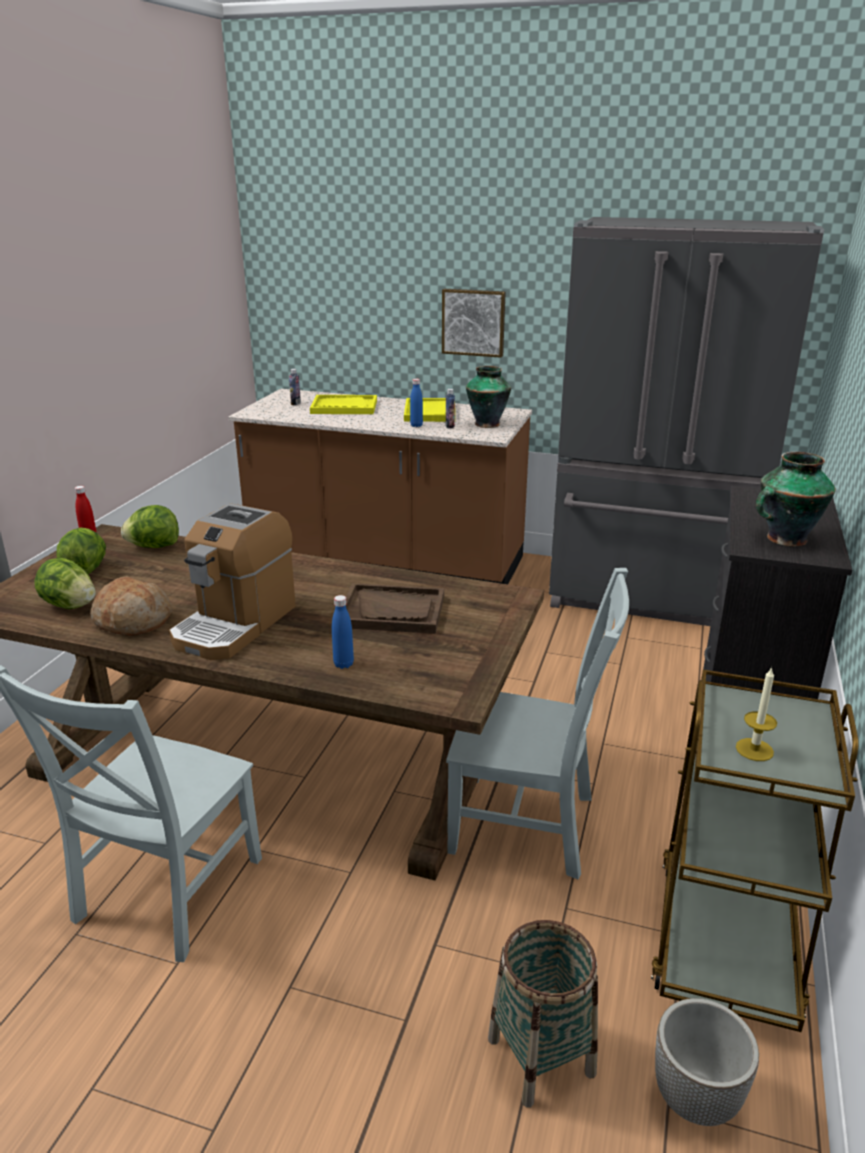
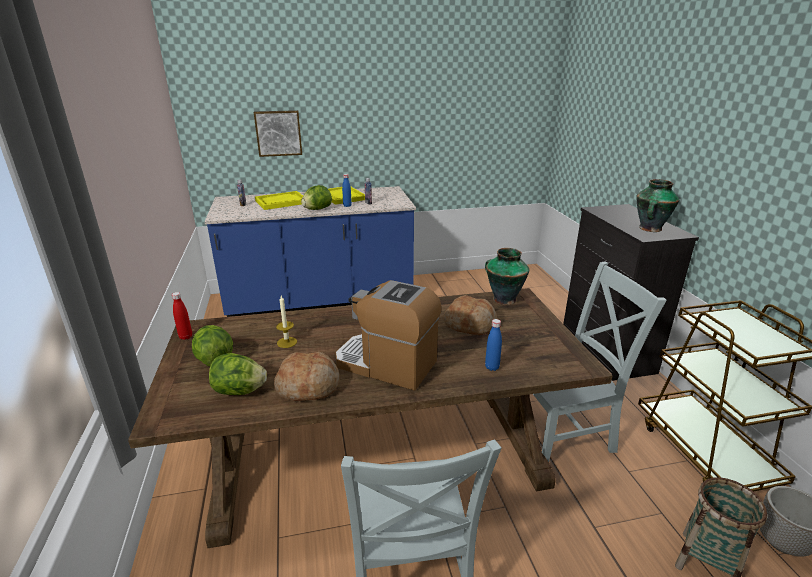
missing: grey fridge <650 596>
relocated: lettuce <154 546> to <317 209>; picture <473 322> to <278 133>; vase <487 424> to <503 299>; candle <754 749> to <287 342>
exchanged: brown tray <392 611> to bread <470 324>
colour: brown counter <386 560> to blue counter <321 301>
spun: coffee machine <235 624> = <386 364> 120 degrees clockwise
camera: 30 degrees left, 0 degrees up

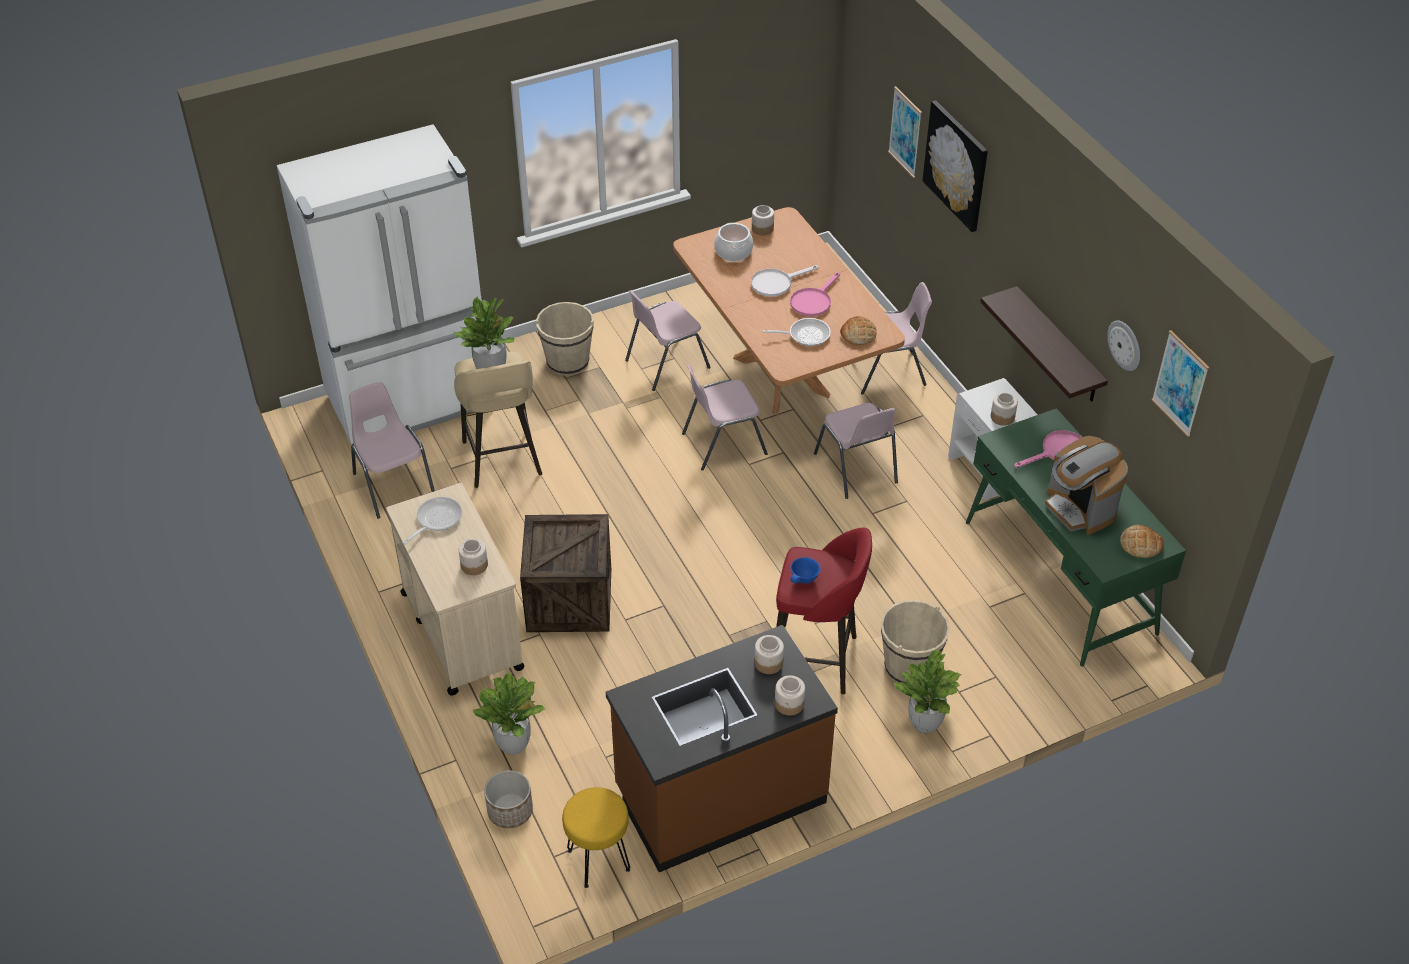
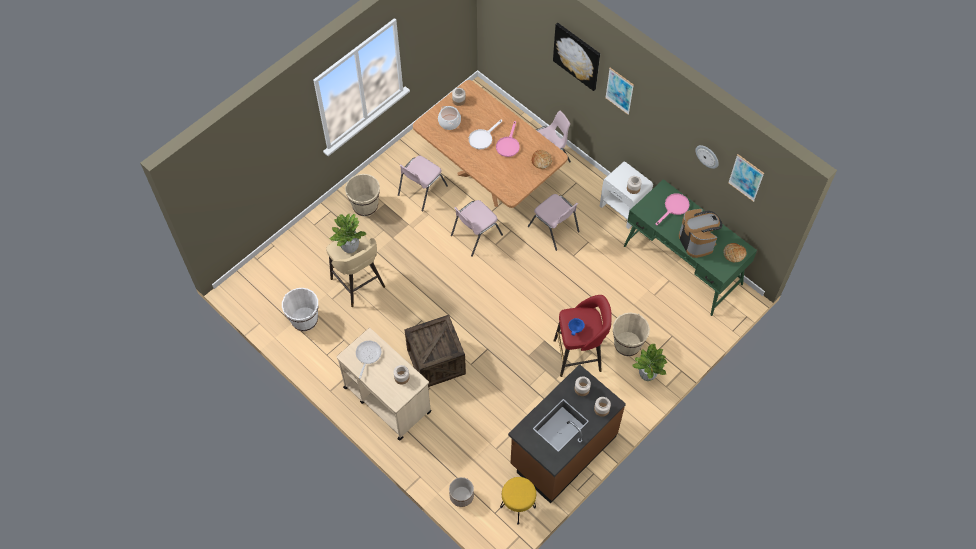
missing: white fridge <412 405>; potted plant <514 745>; frying pan <805 335>; shelf <1058 346>
relocated: picture <905 132> to <619 91>
exchanged: pink chair <393 484> to white bucket <304 319>
spun: coffee machine <1079 509> = <697 241> 150 degrees counterclockwise
camera: 20 degrees left, 15 degrees up

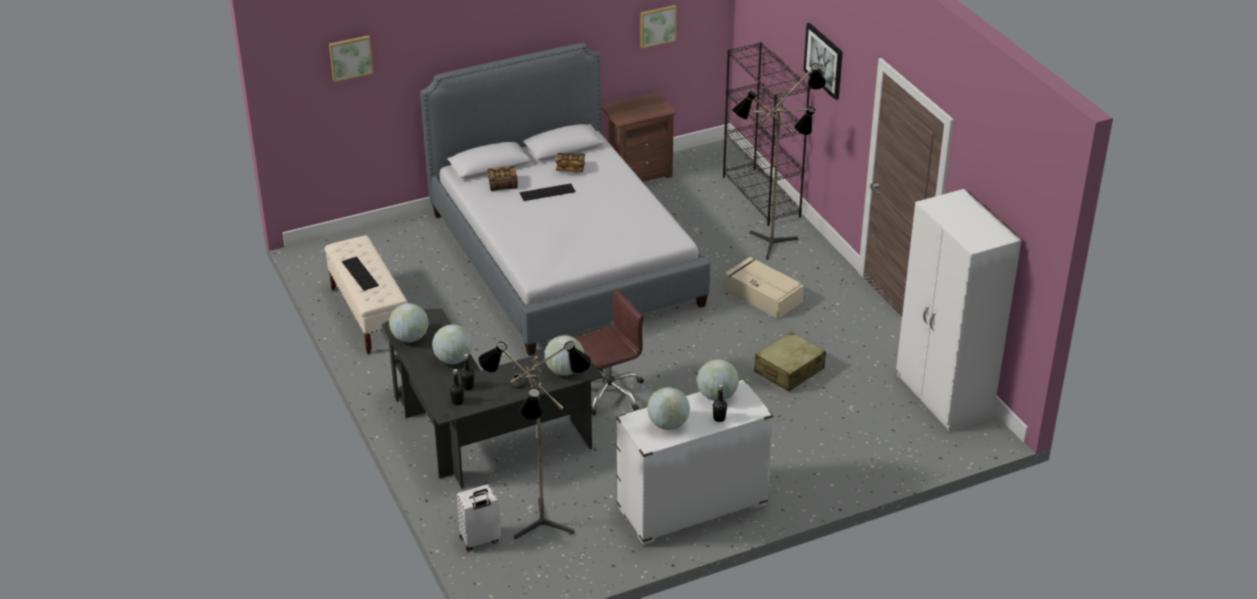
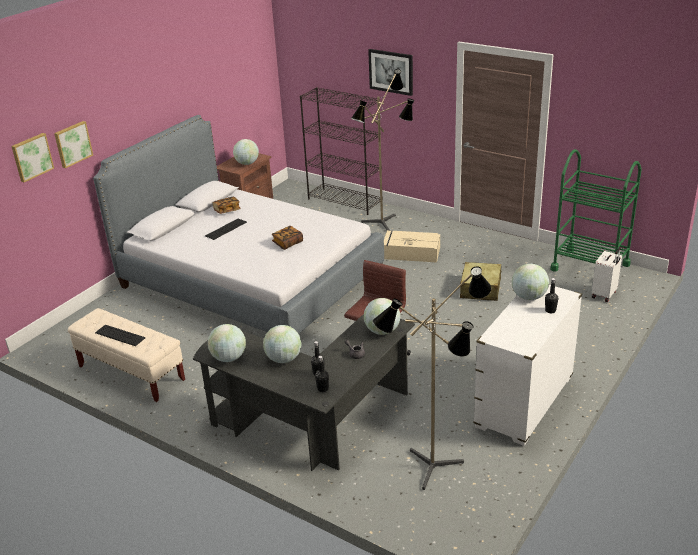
relocated: white suitcase <480 540> to <605 295>; book <503 185> to <288 243>; picture <657 25> to <72 144>; globe <668 424> to <247 163>
exchanged: white wardrobe <943 398> to green cart <590 267>
camera: 30 degrees left, 5 degrees down

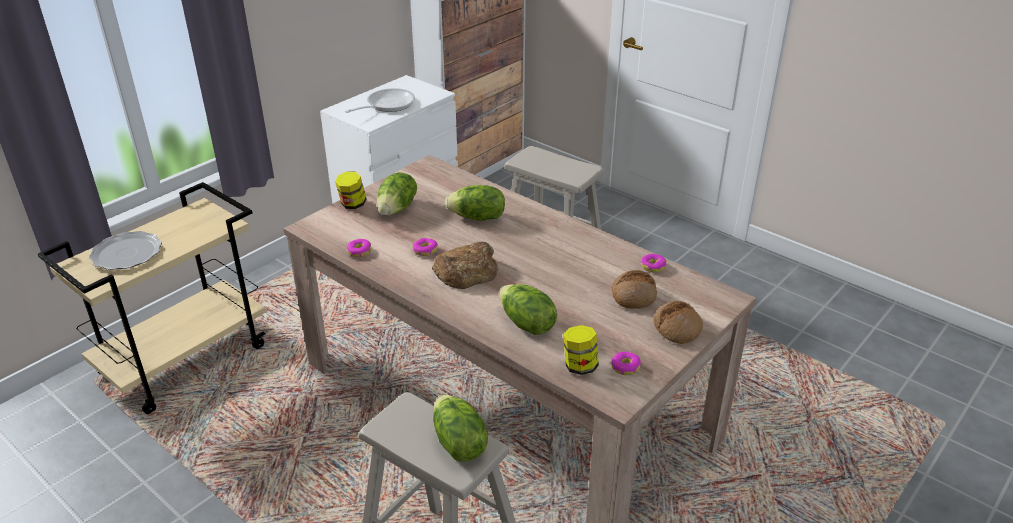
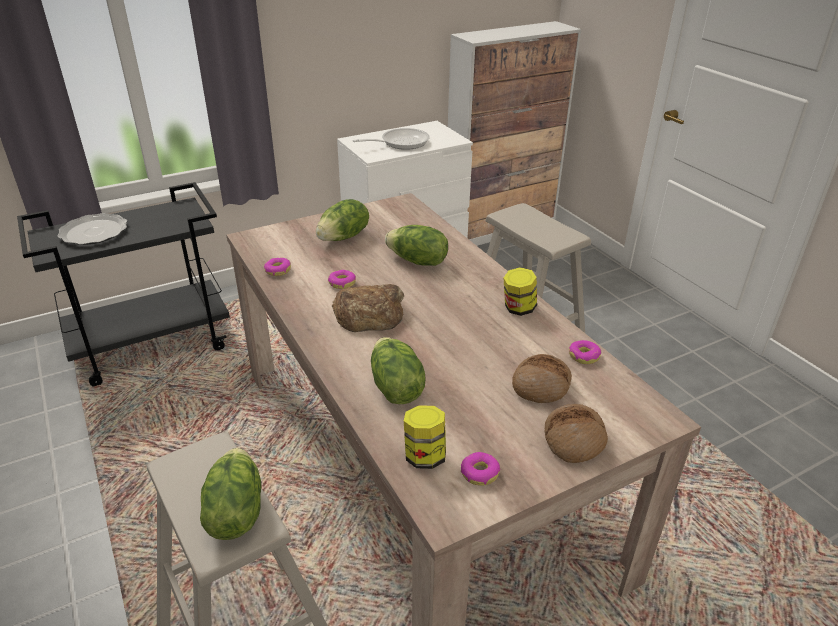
relocated: jar <352 204> to <518 309>
colour: beige cart <186 360> to black cart <154 345>
camera: 20 degrees right, 0 degrees up

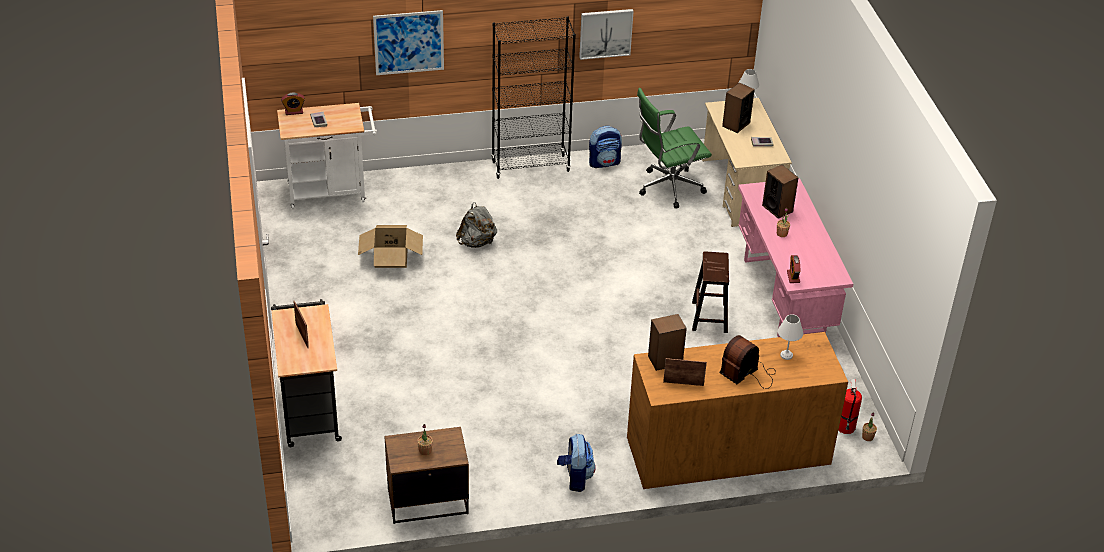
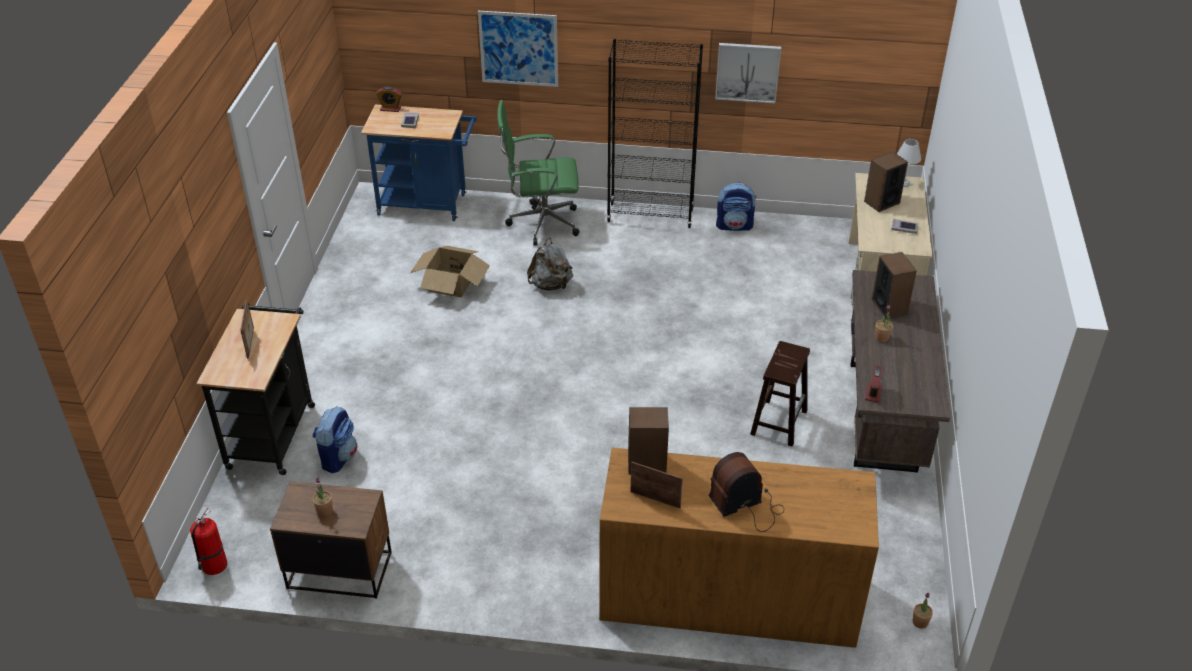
missing: white table lamp <786 355>
relocated: backpack <575 477> to <338 457>; green office chair <667 188> to <540 223>; fire extinguisher <845 427> to <213 566>
colour: white cart <332 191> to blue cart <428 205>; pink desk <784 296> to brown desk <883 416>
camera: 20 degrees right, 0 degrees up

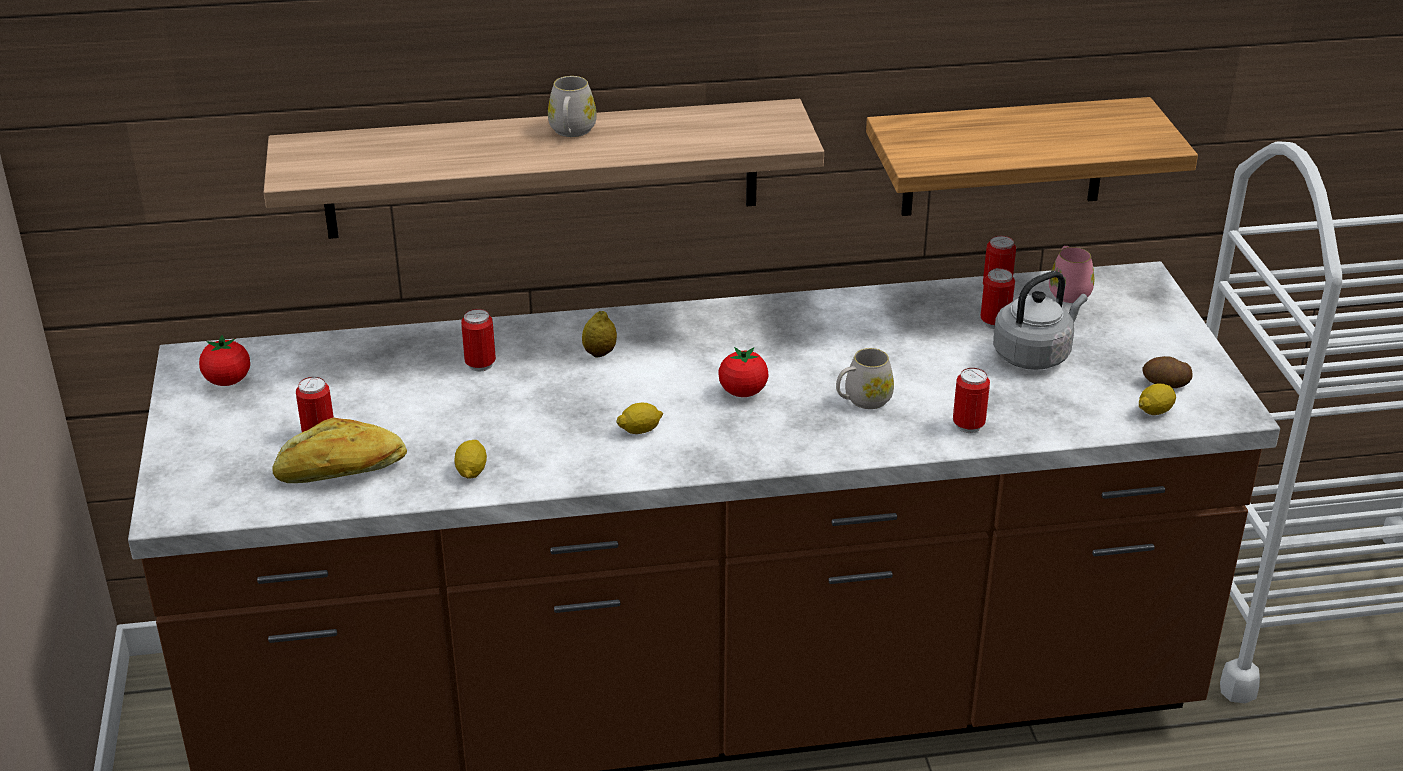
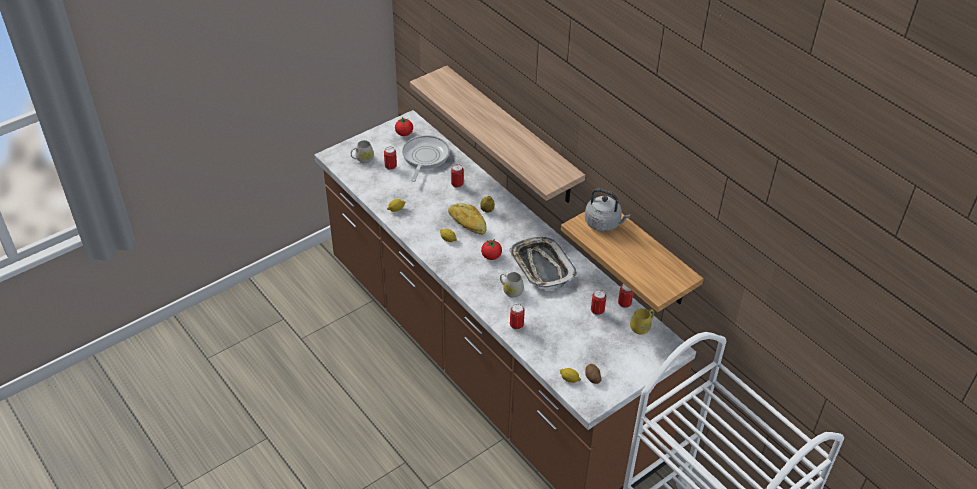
appeared: frying pan <424 157>; tray <541 266>
relocated: bread <341 471> to <467 224>; white mug <571 132> to <362 159>; grey kettle <1034 354> to <604 223>
colour: pink mug <1067 291> to yellow mug <642 327>
camera: 60 degrees right, 10 degrees up

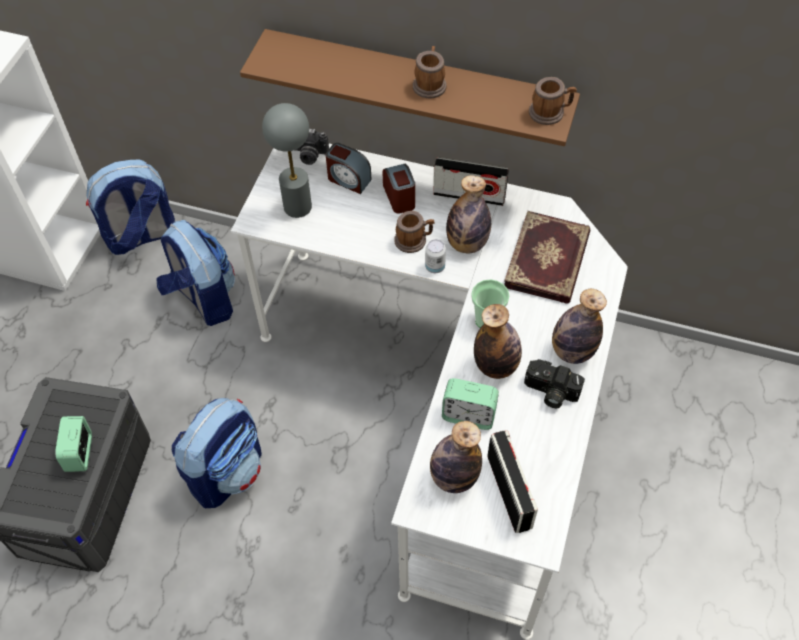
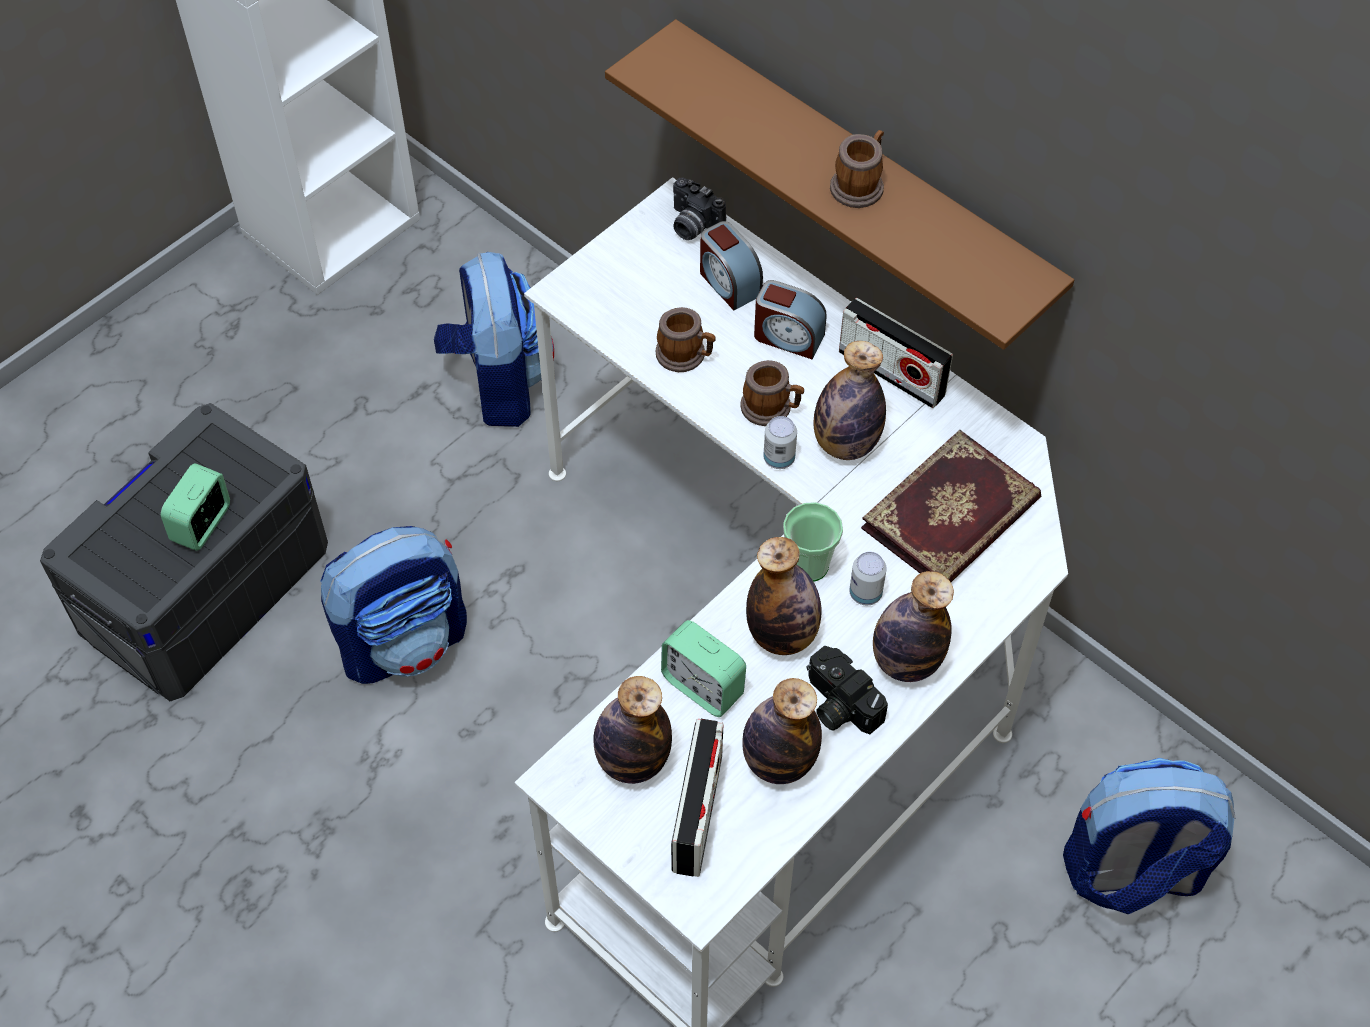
missing: grey table lamp <297 206>
appeared: bottle <779 761>; can <865 593>
relocated: backpack <140 236> to <1131 871>; mug <550 112> to <686 355>
spun: alarm clock <399 197> = <788 337> 105 degrees clockwise
camera: 25 degrees right, 0 degrees up

